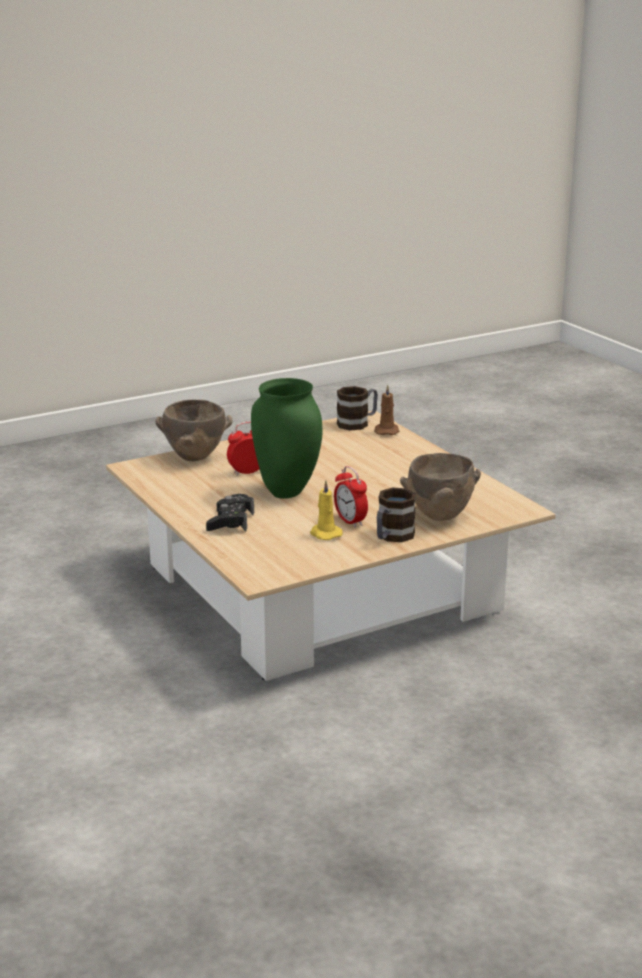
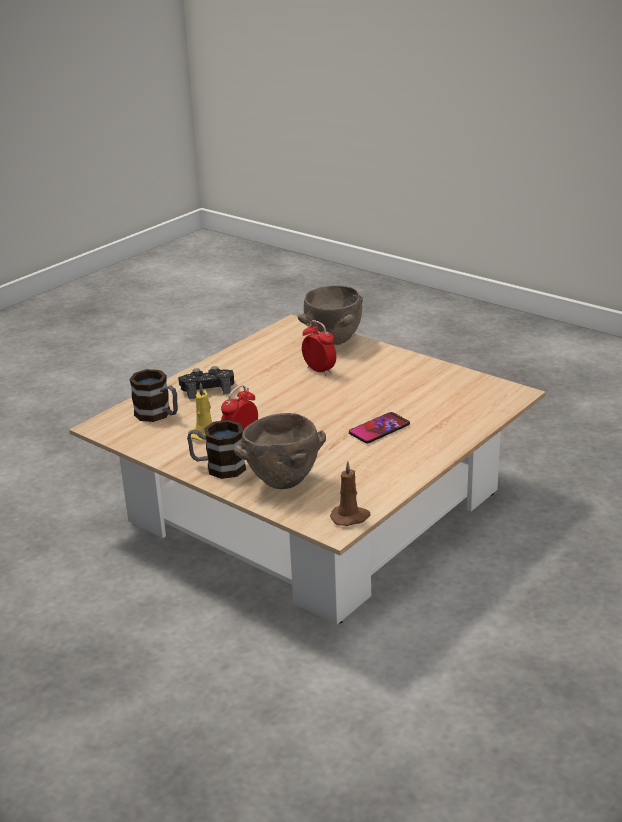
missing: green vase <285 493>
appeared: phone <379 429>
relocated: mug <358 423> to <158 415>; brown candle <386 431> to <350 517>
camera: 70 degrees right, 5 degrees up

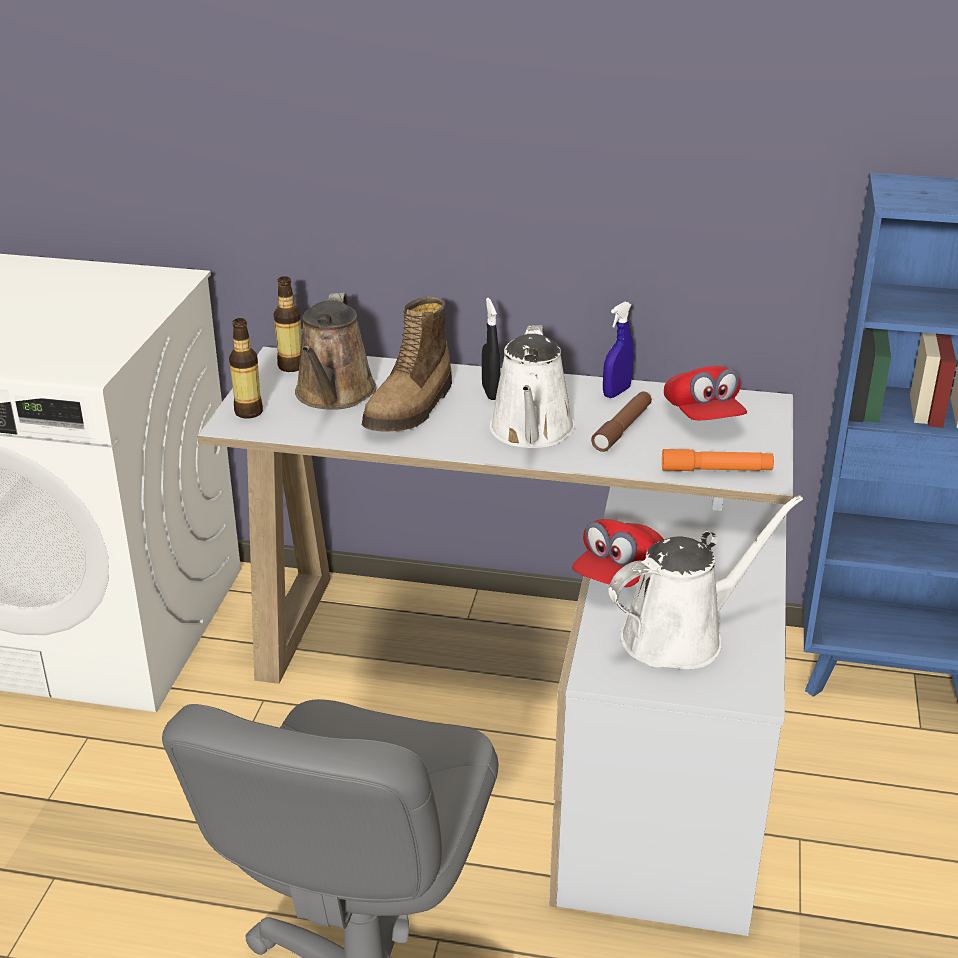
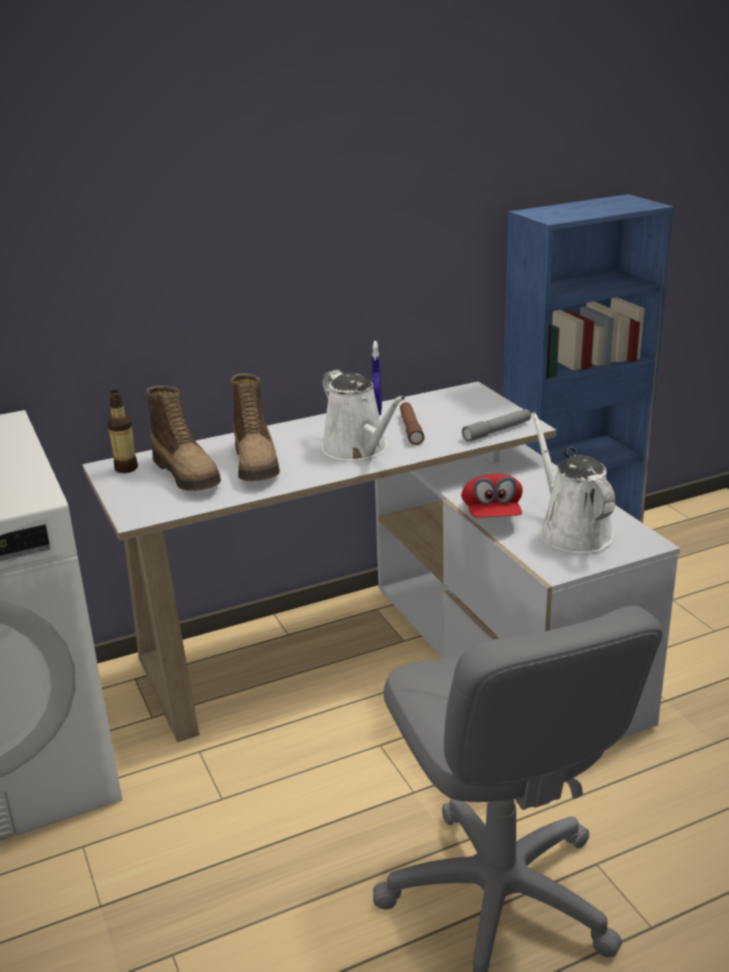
missing: bottle <248 412>; black spray bottle <490 392>; red cap <703 416>
exchanged: brown watering can <334 395> to boot <187 474>
colour: orange flashlight <716 470> to grey flashlight <497 431>
spun: white watering can <681 635> = <571 531> 45 degrees counterclockwise
camera: 35 degrees left, 5 degrees down

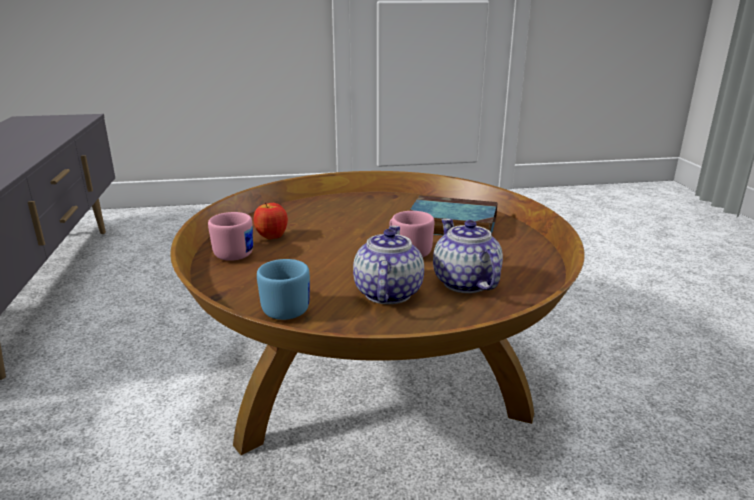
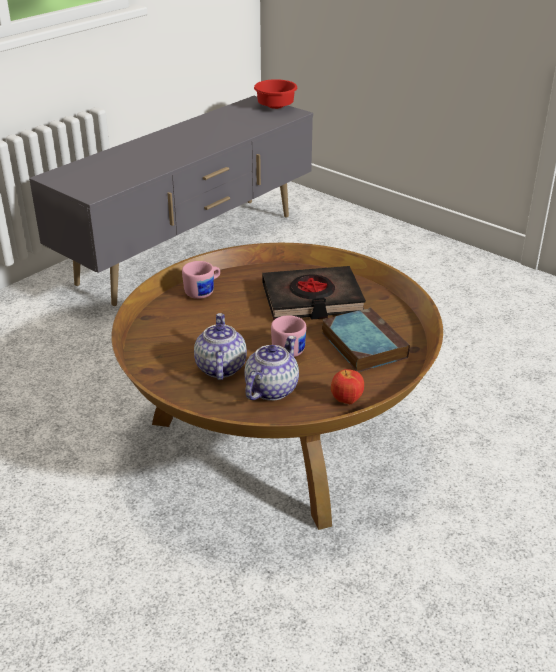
missing: blue mug <283 307>
appeared: red bowl <275 106>; black book <312 299>
relocated: apple <272 238> to <346 400>
spun: teapot <387 293> = <220 367> 60 degrees counterclockwise
camera: 50 degrees right, 10 degrees up

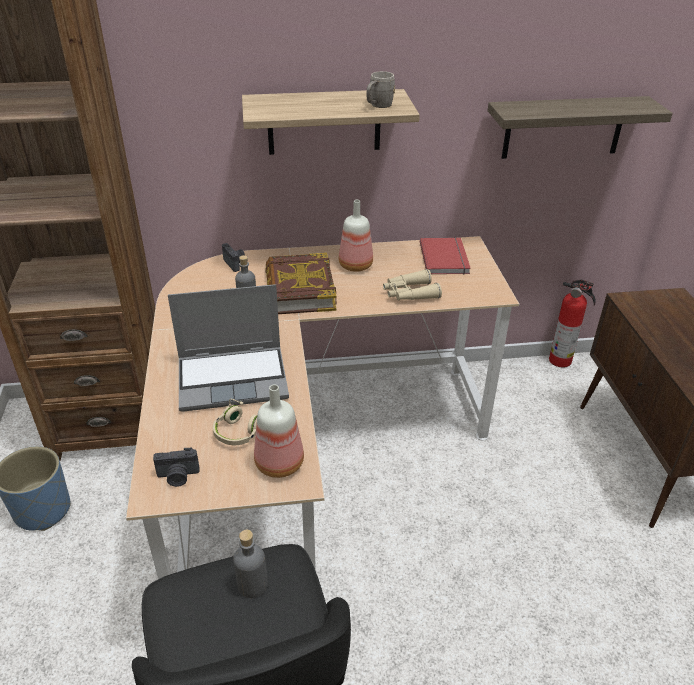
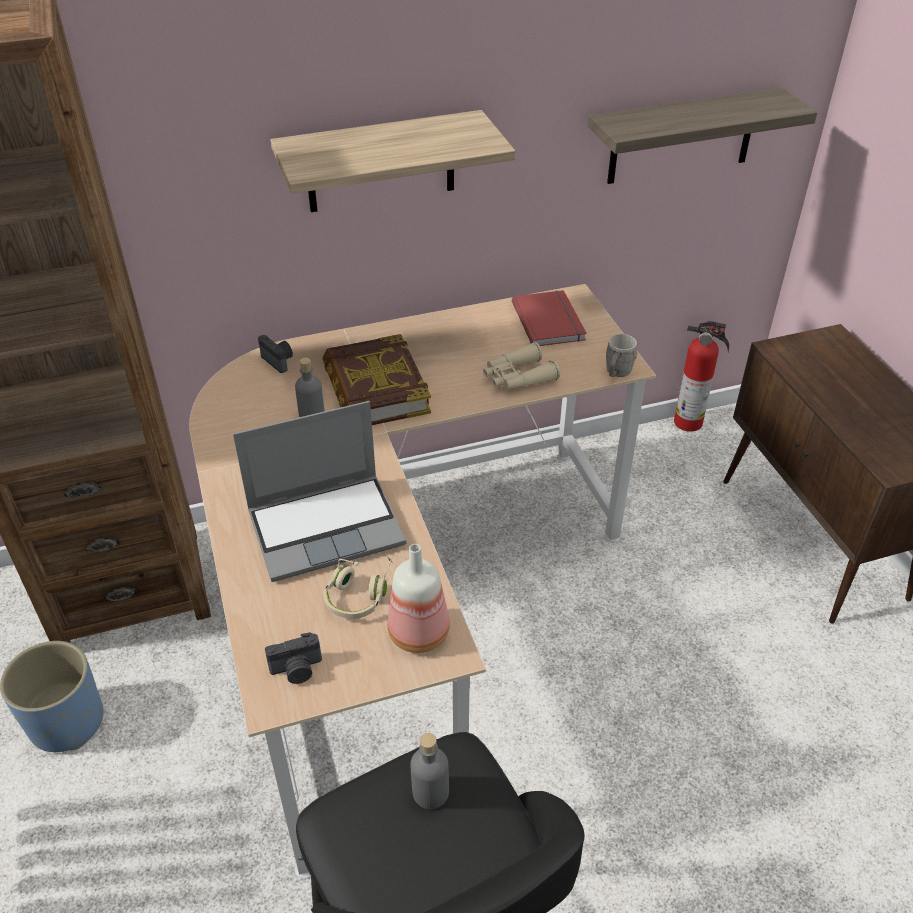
missing: bottle <356 266>
relocated: grey mug <378 106> to <616 373>
camera: 10 degrees left, 5 degrees up

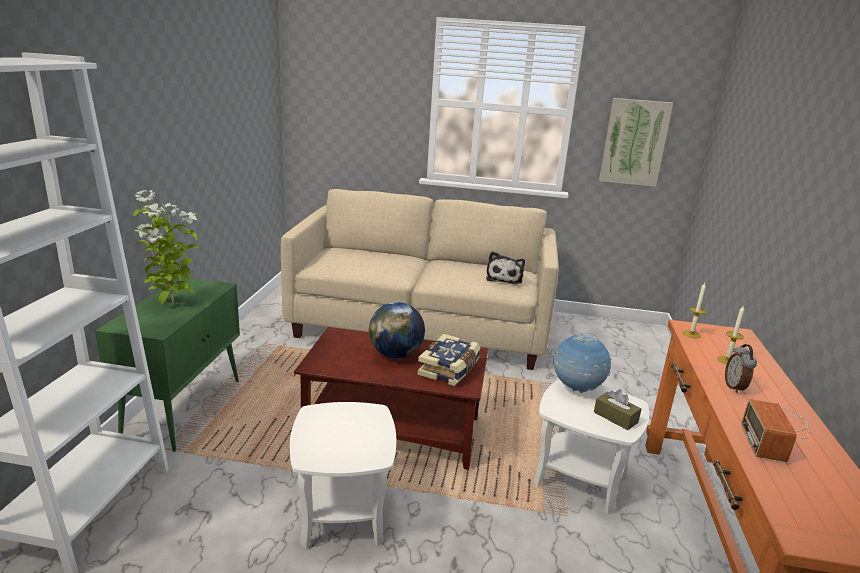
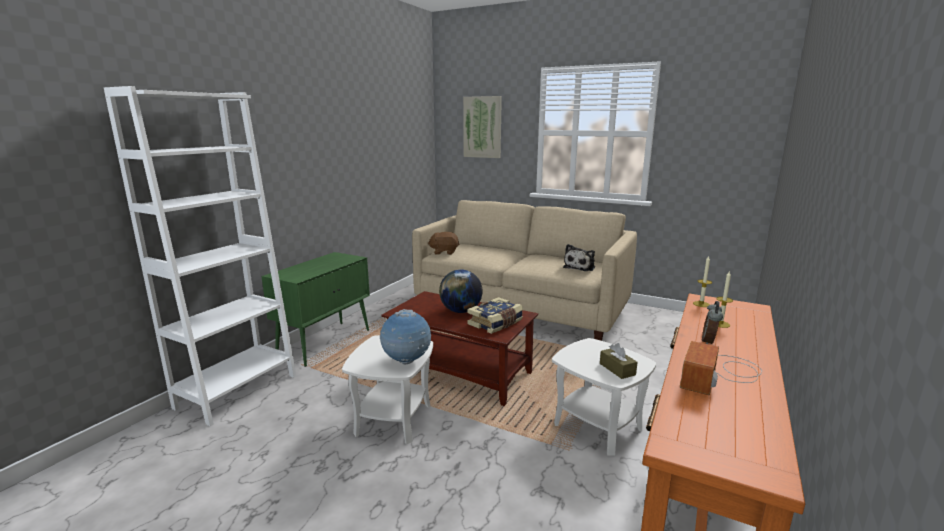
missing: potted plant <171 304>
appeared: brown plush toy <444 252>
relocated: globe <577 389> to <406 361>; picture <634 142> to <482 127>
camera: 20 degrees right, 5 degrees down

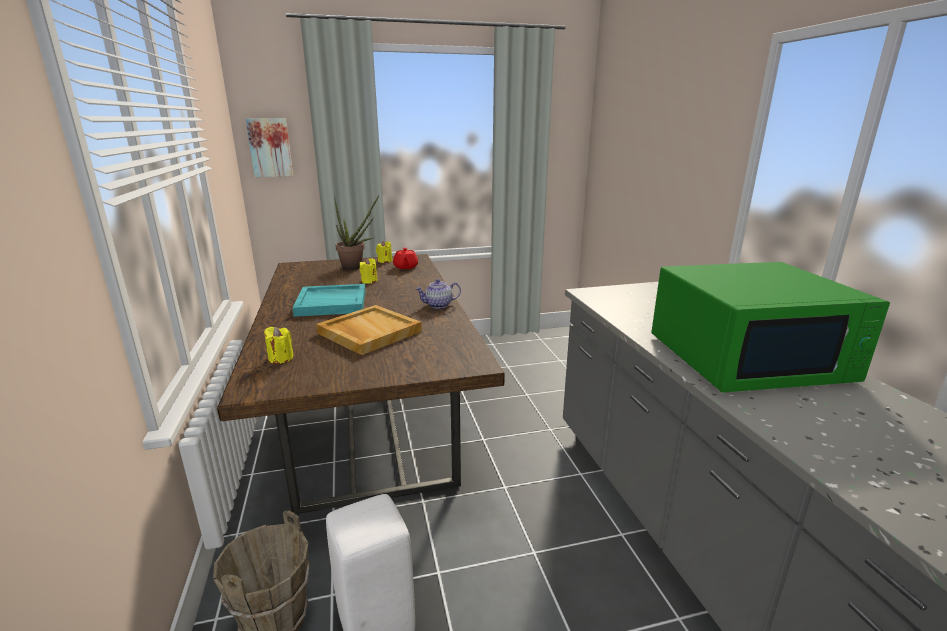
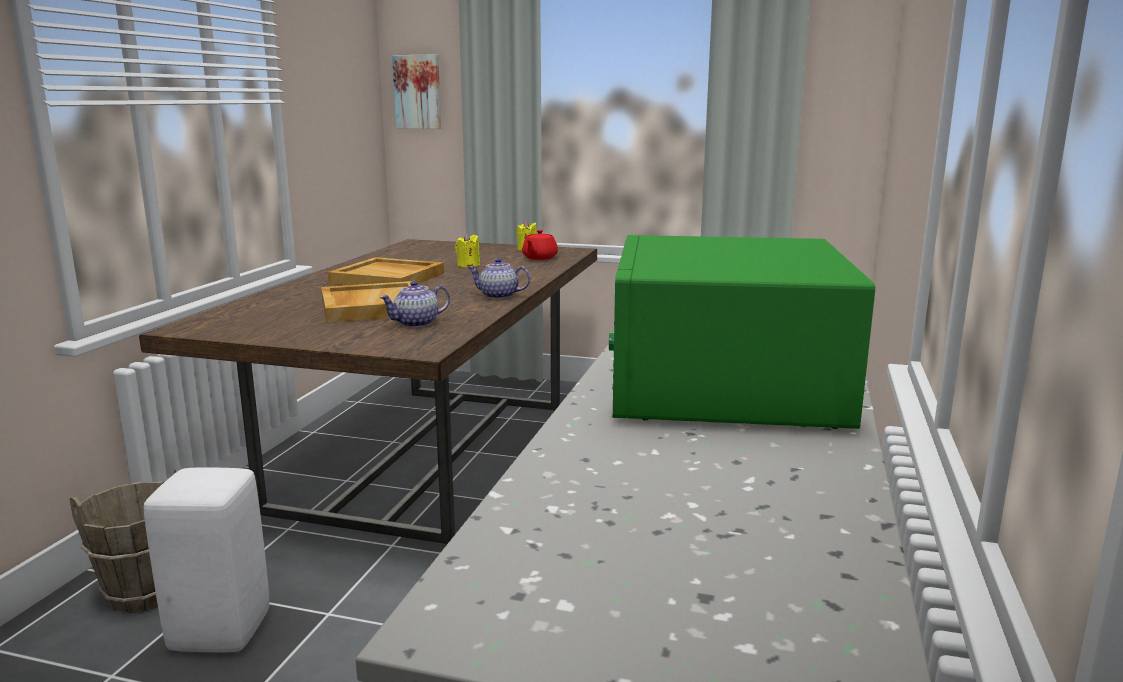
missing: yellow candle <281 358>; potted plant <356 268>
appeared: teapot <416 323>
colour: turquoise tray <332 303> to beige tray <389 278>
spun: green microwave <748 358> = <724 386> 75 degrees clockwise
camera: 30 degrees right, 5 degrees down

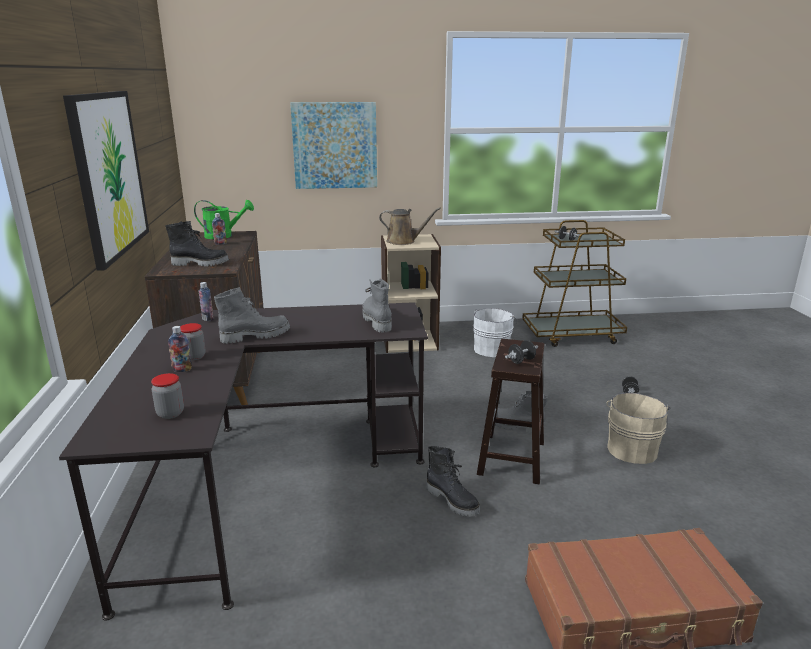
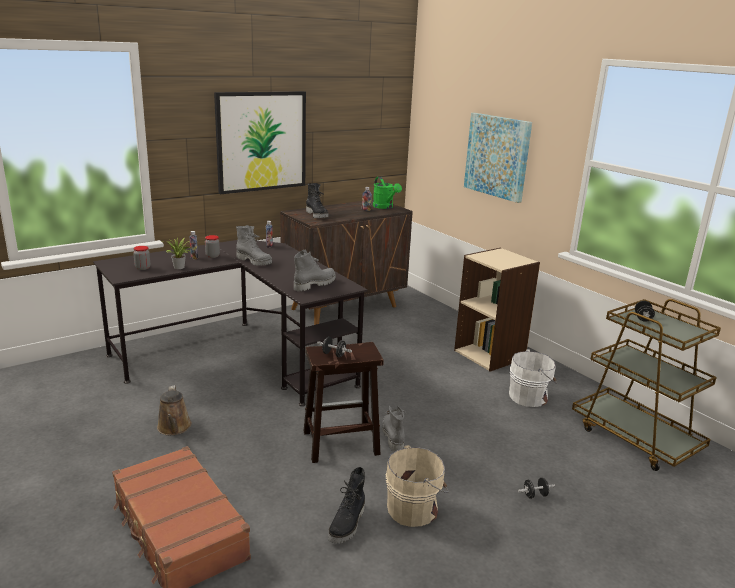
appeared: potted plant <179 268>
relocated: brown watering can <403 241> to <174 428>; black boot <453 500> to <348 524>
camera: 60 degrees right, 0 degrees up

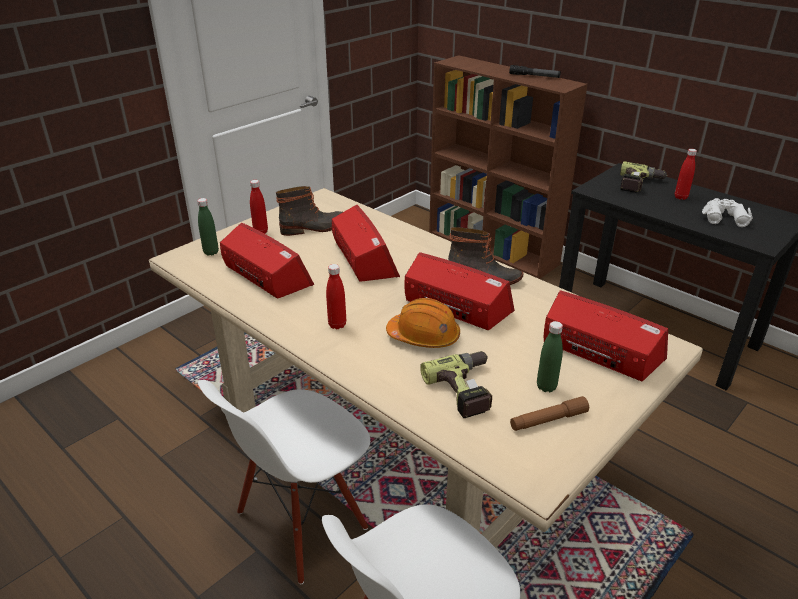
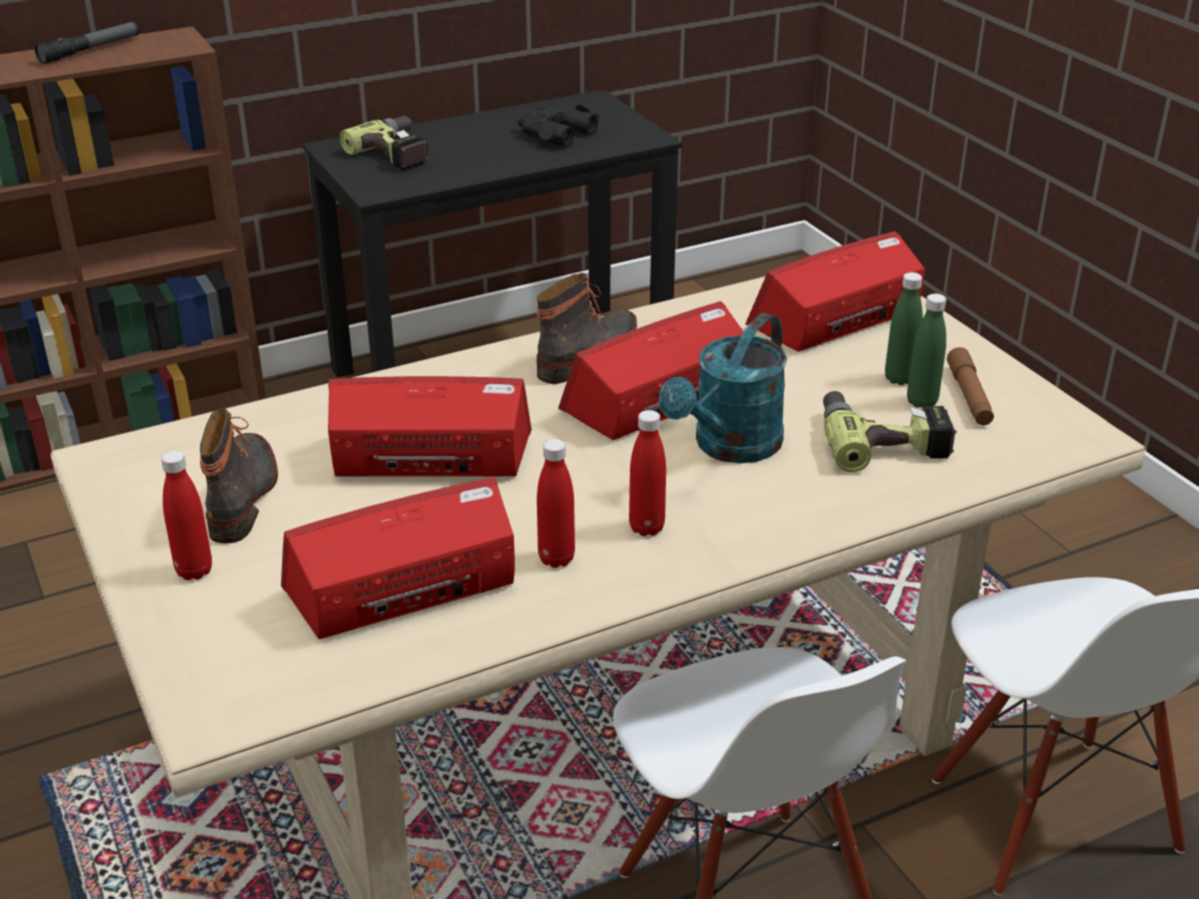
relocated: green bottle <211 252> to <922 402>; red bottle <680 197> to <556 558>
exchanged: orange hard hat <424 336> to turquoise watering can <729 447>
colour: white binoculars <724 216> to black binoculars <555 133>
camera: 70 degrees left, 0 degrees up

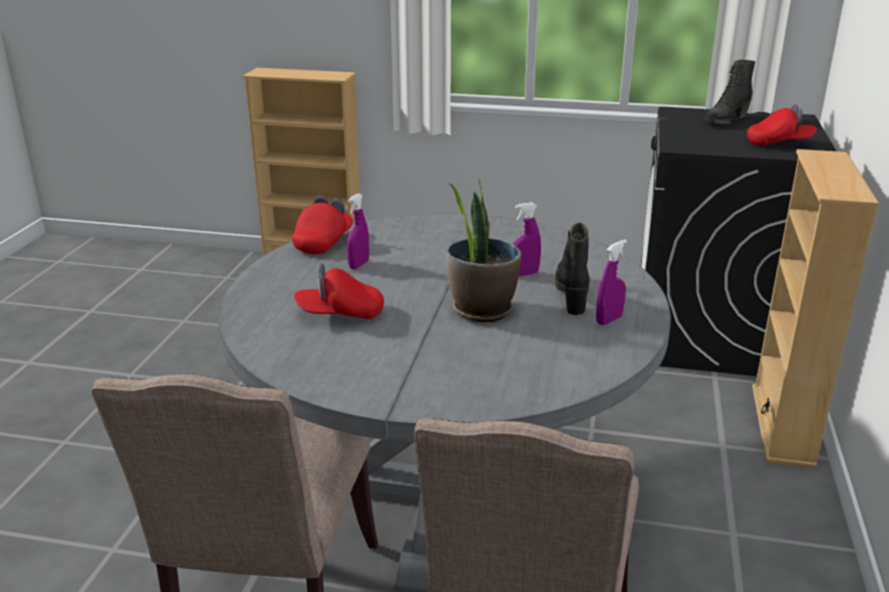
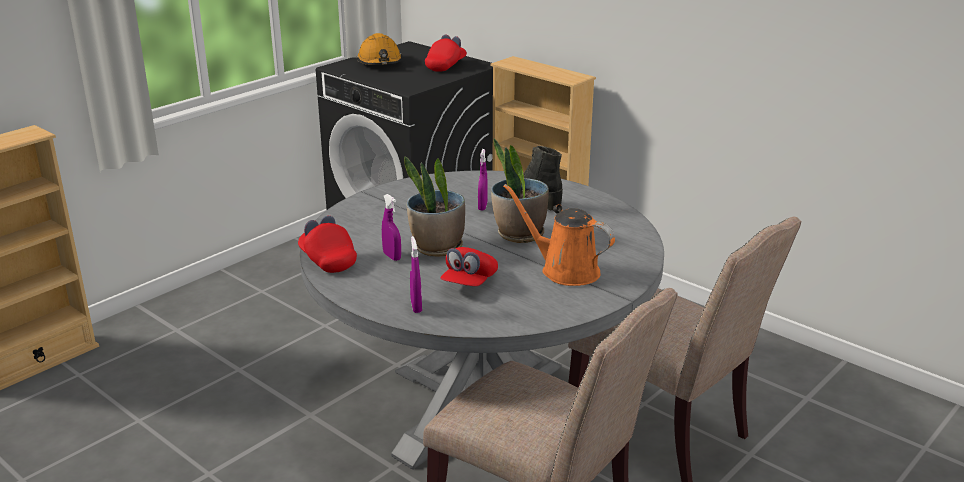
appeared: potted plant <437 248>; orange watering can <565 270>
relocated: purple spray bottle <609 320> to <416 306>
exchanged: black boot <725 120> to orange hard hat <380 62>
camera: 60 degrees left, 0 degrees up

